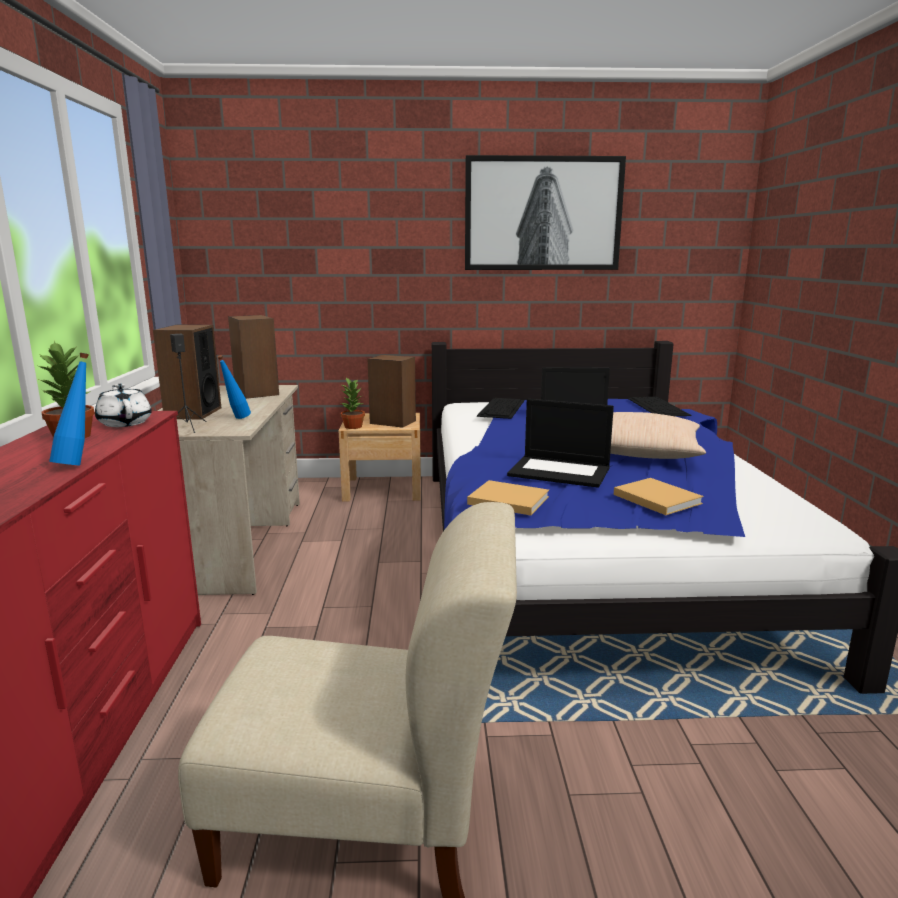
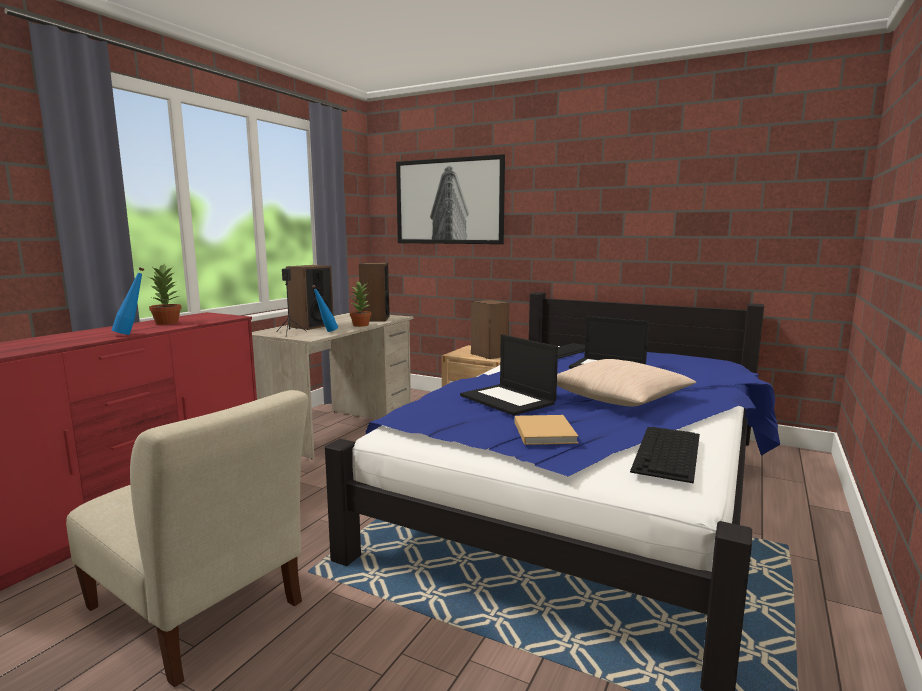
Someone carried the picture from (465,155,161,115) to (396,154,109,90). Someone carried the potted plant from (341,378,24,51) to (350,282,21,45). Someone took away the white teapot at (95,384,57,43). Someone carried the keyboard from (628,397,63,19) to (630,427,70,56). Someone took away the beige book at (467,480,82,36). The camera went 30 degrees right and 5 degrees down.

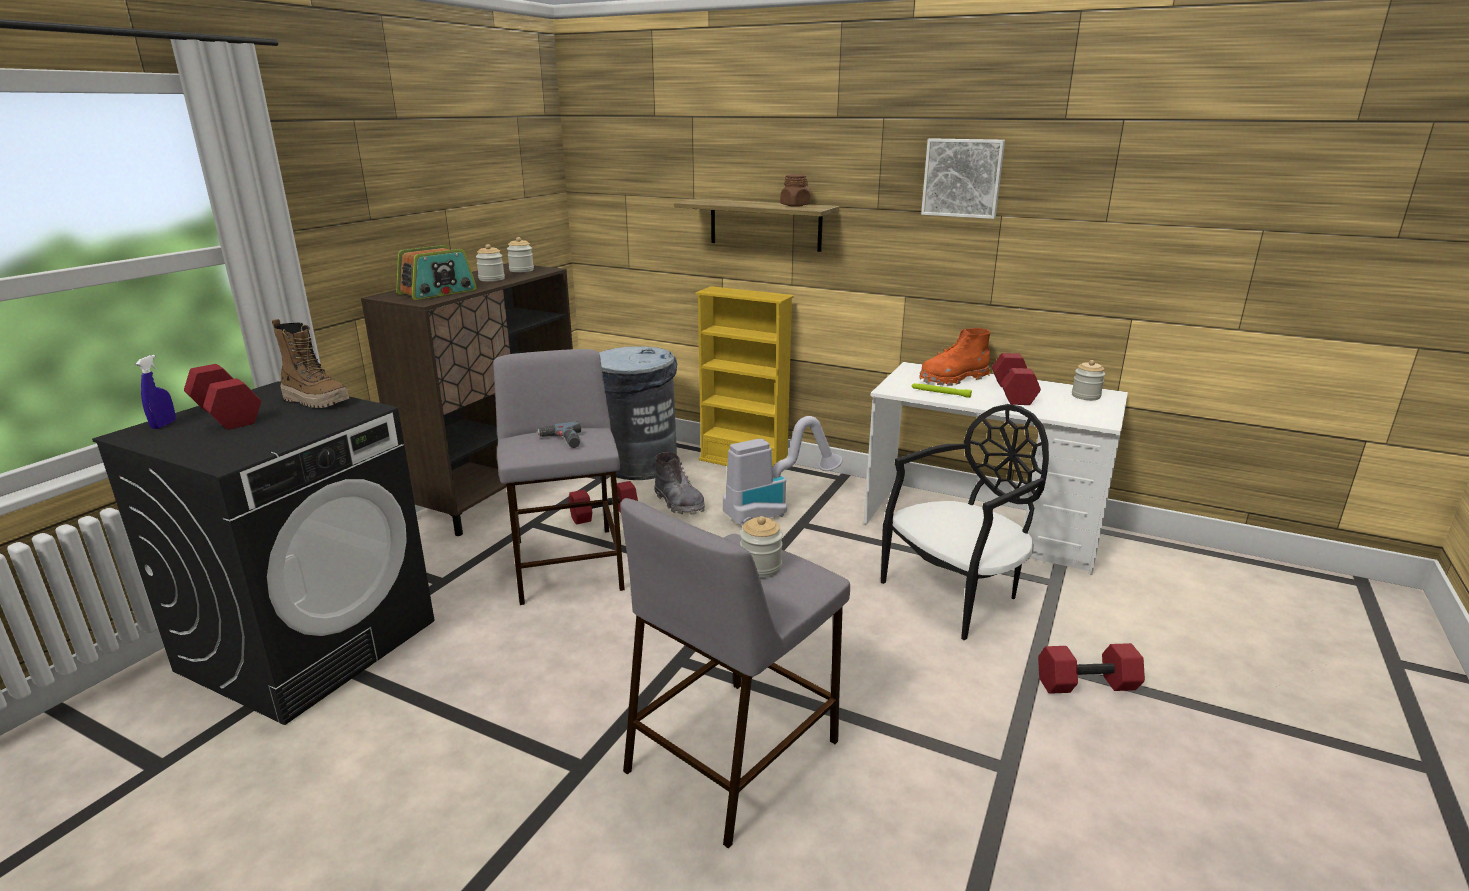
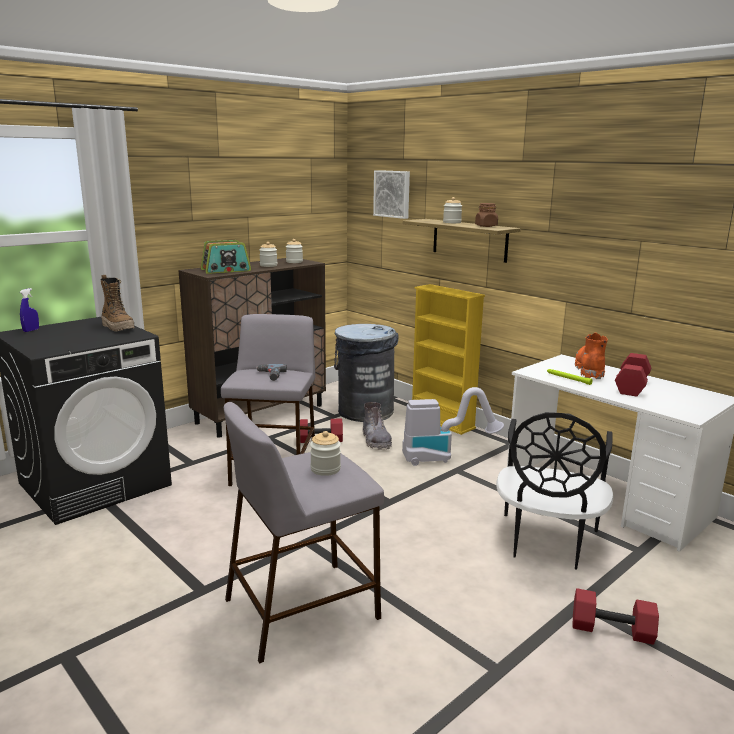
Someone carried the picture from (921,138,84,81) to (373,170,37,49). Someone rotated the orange boot at (919,328,71,58) by 105 degrees clockwise. Someone carried the jar from (1072,360,33,40) to (443,197,19,26). Someone took away the red dumbbell at (184,364,77,66). Someone rotated the black chair at (881,404,168,236) by 120 degrees clockwise. The camera went 20 degrees right and 5 degrees down.

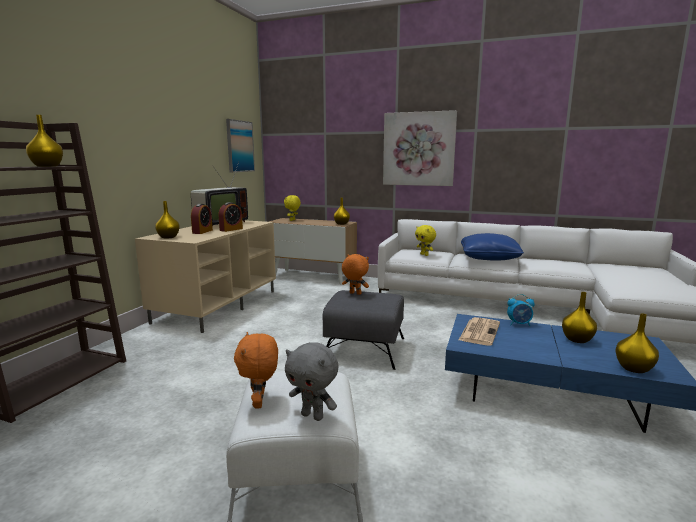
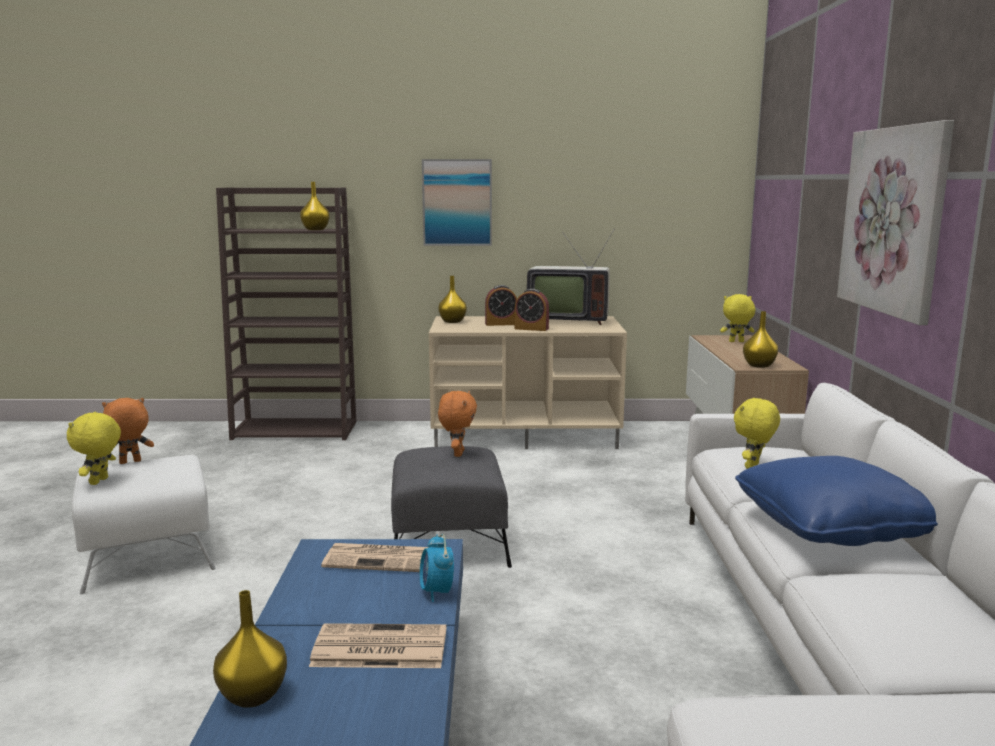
Someone carried the picture from (226,119,29,53) to (422,159,70,87). Someone swapped the yellow vase at (562,292,35,51) for the newspaper at (309,623,137,45). Someone repainted the grey plush toy at (285,342,53,79), which became the yellow plush toy at (67,412,54,73). The camera went 70 degrees right and 0 degrees up.

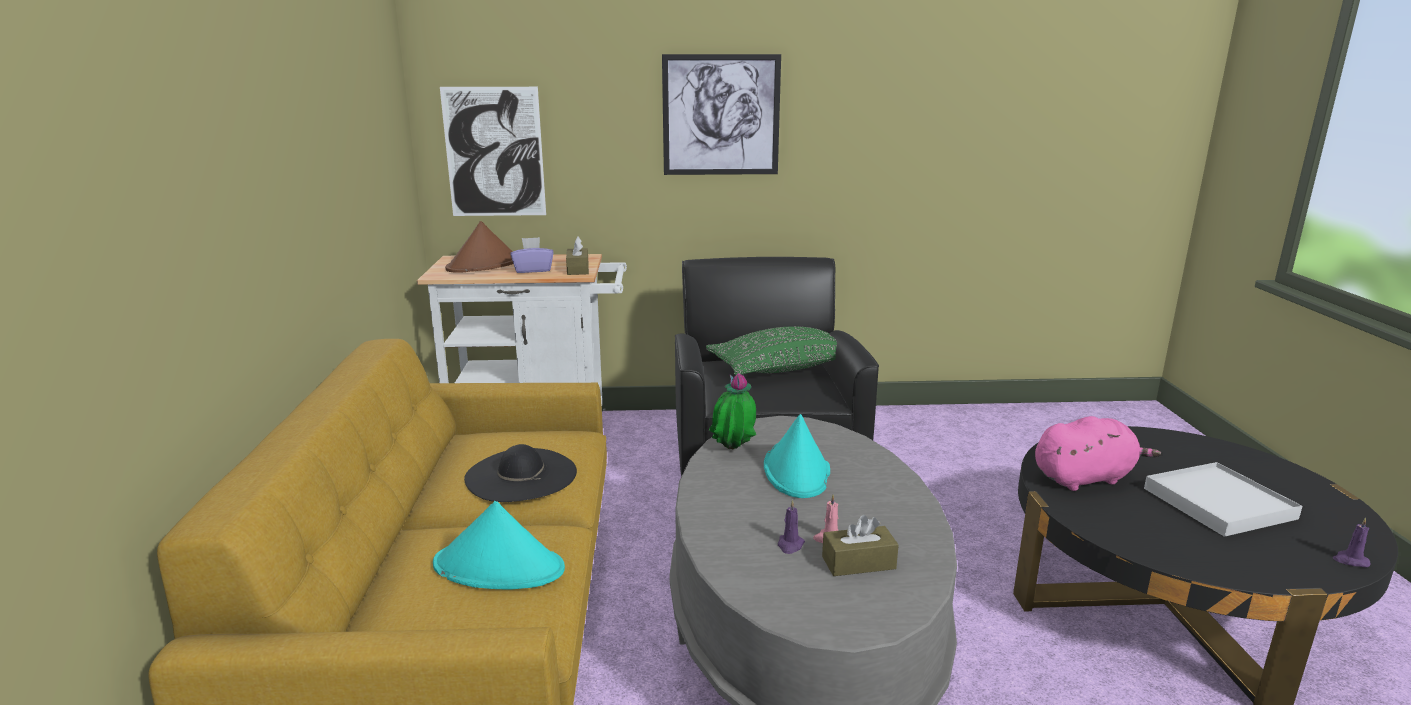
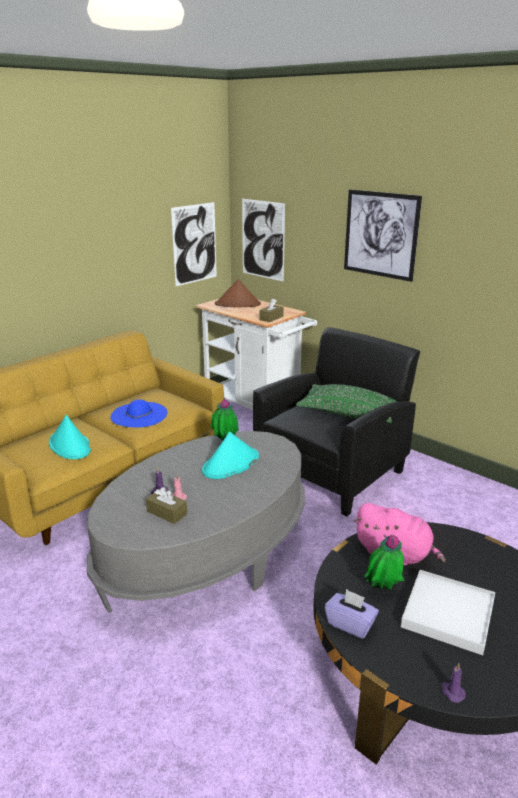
Someone carried the purple tissue box from (511,237,43,36) to (325,589,54,50). Someone repainted the black hat at (464,444,113,58), which became the blue hat at (110,399,57,29). Someone put up the picture at (171,202,46,84). Someone put down the potted plant at (364,535,40,55). The camera went 45 degrees right and 5 degrees up.

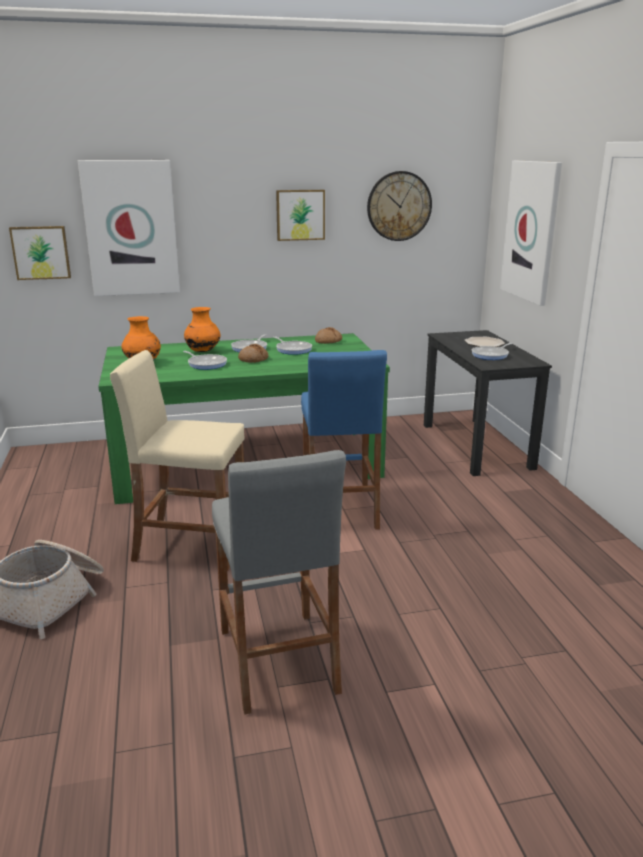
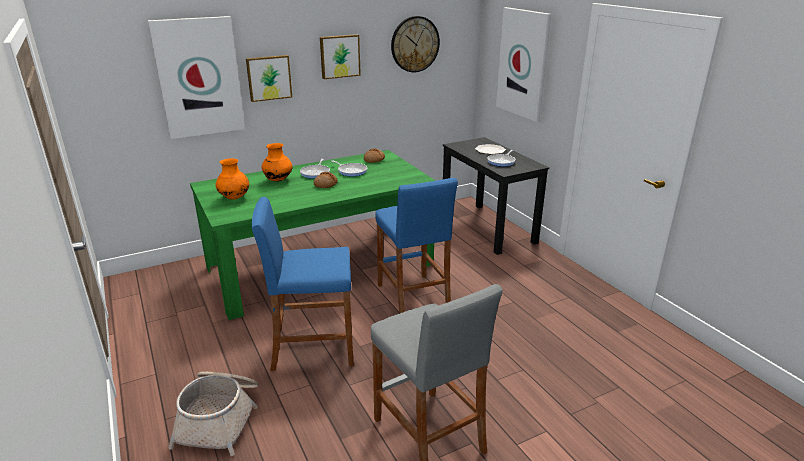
Someone carried the picture from (9,226,62,54) to (246,55,46,47). Someone repainted the beige stool at (110,350,135,221), which became the blue stool at (252,197,102,174). Someone took away the frying pan at (183,351,44,19). The camera went 15 degrees left and 5 degrees up.

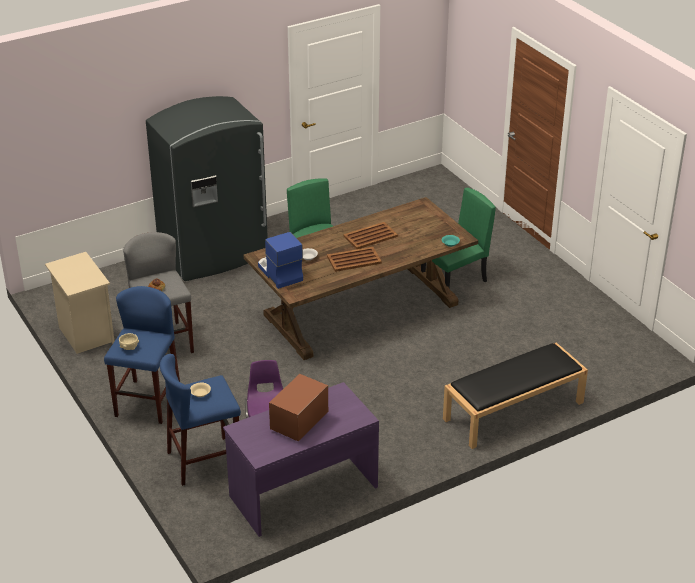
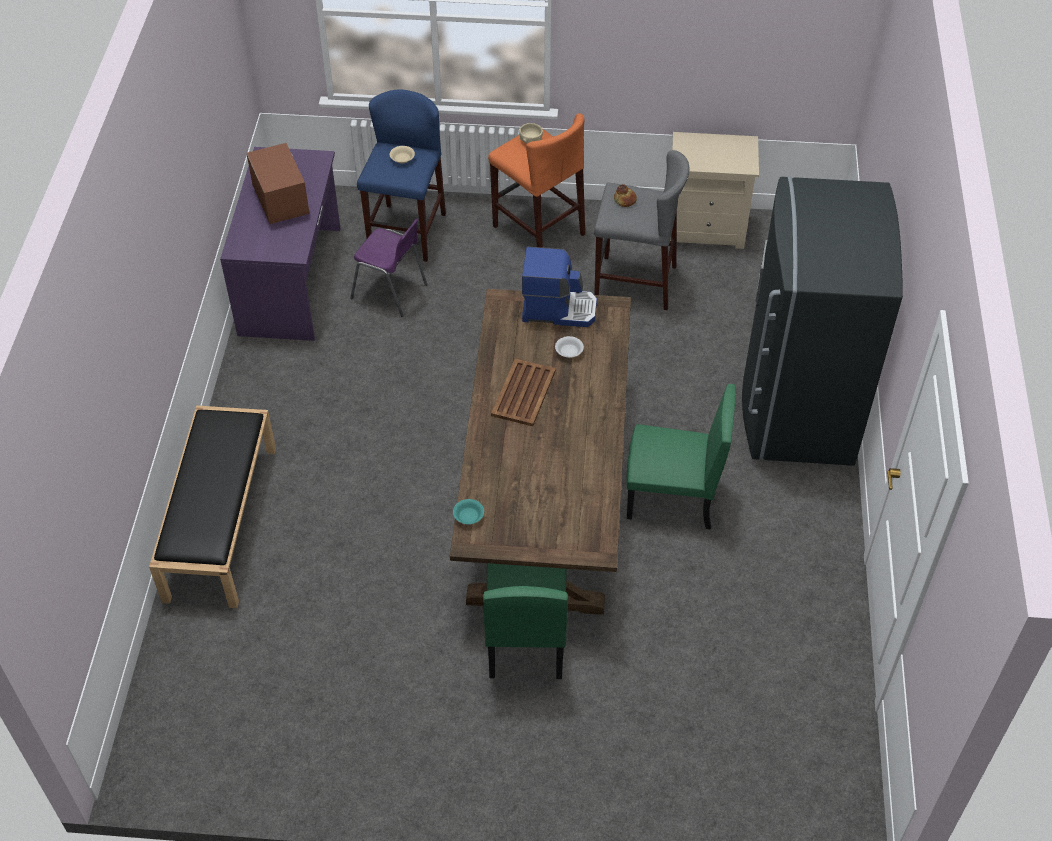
Someone took away the brown tray at (343,222,55,27). Someone repainted the blue stool at (104,286,76,138), which became the orange stool at (488,113,97,135). The camera went 125 degrees right and 15 degrees up.

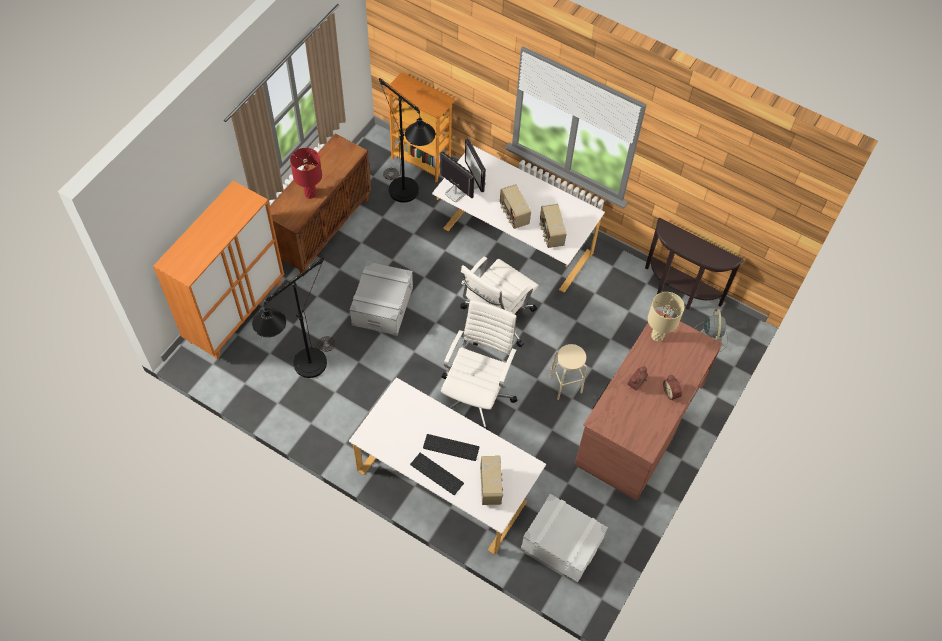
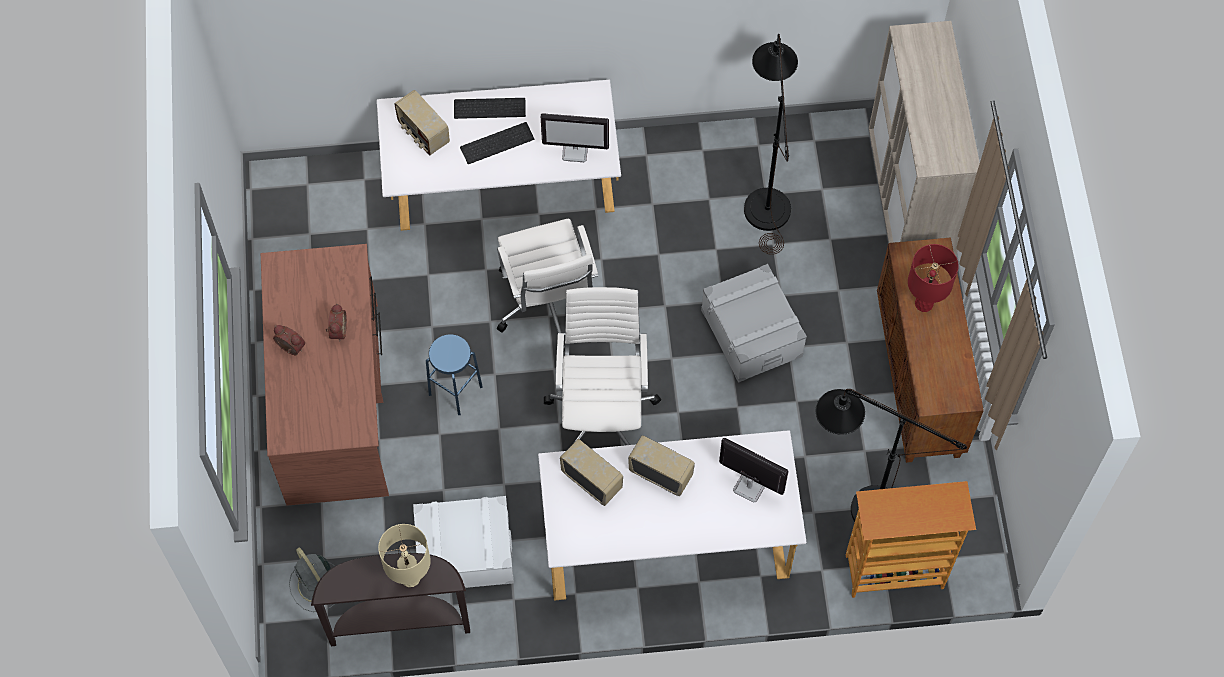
Someone carried the monitor from (440,151,35,51) to (541,113,68,49). Someone repainted the orange cabinet at (153,181,131,178), which became the beige cabinet at (869,21,111,234). Someone carried the beige table lamp from (648,292,36,50) to (378,524,53,63). Someone repainted the beige stool at (549,344,38,56), which became the blue stool at (426,334,57,81). Someone carried the white storage box from (521,494,87,89) to (413,496,101,92). The camera went 145 degrees right and 5 degrees up.

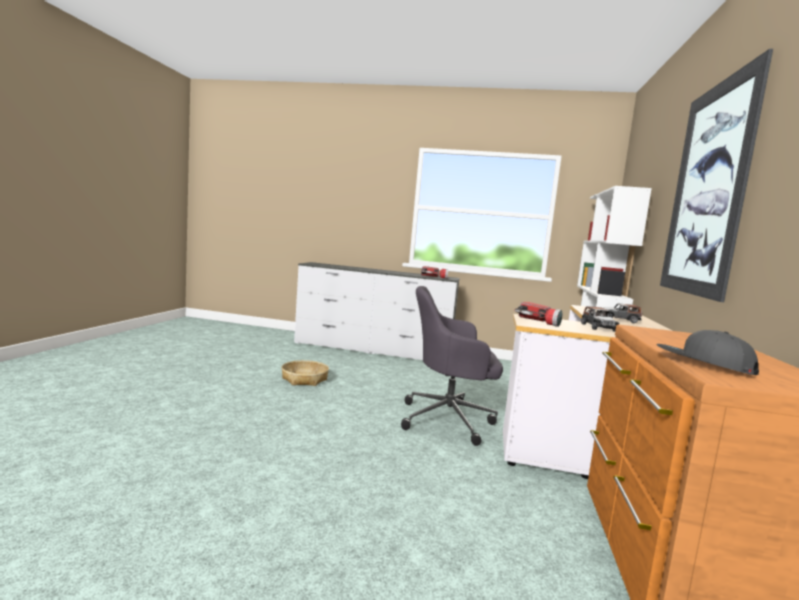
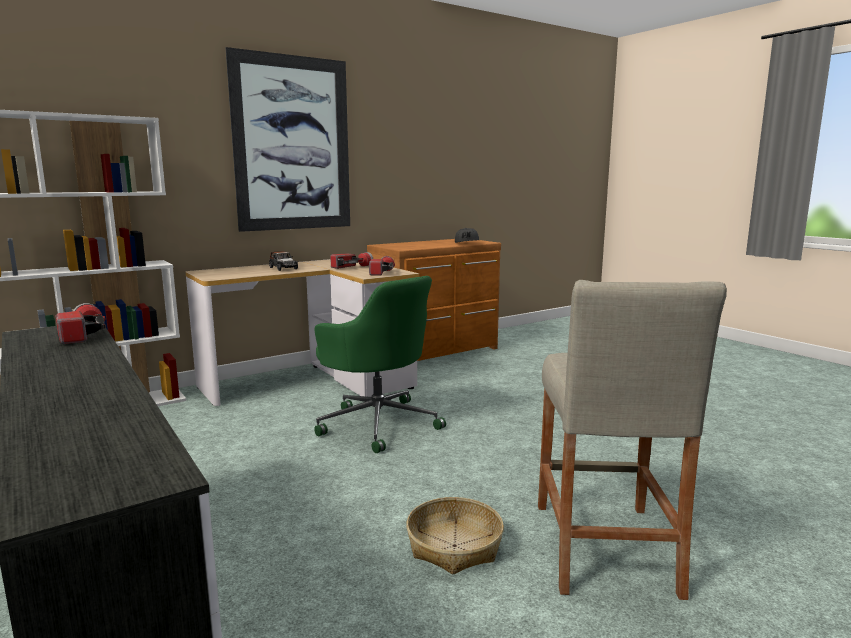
Someone repainted the grey office chair at (401,286,102,160), which became the green office chair at (314,276,132,177). Someone swapped the toy car at (581,306,38,25) for the flashlight at (330,252,43,17). Someone put down the beige stool at (538,280,189,320). The camera went 135 degrees left and 5 degrees up.

